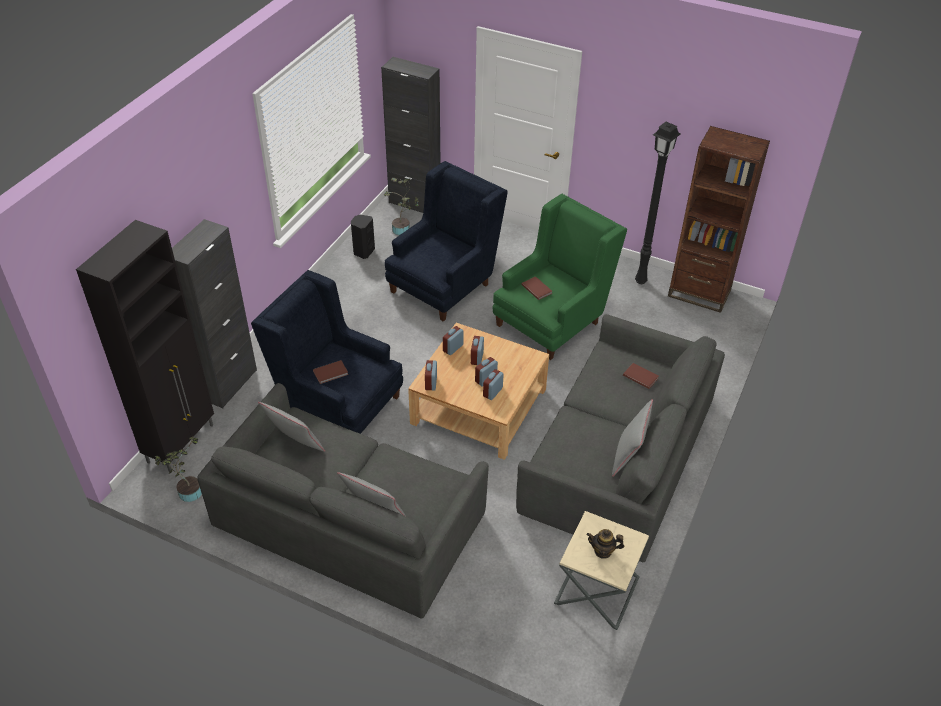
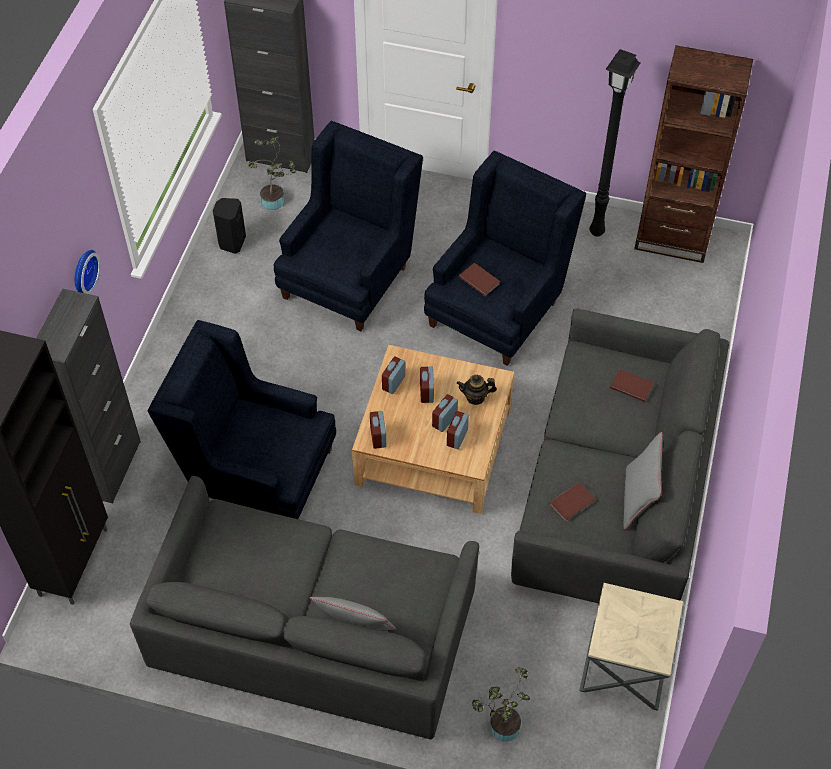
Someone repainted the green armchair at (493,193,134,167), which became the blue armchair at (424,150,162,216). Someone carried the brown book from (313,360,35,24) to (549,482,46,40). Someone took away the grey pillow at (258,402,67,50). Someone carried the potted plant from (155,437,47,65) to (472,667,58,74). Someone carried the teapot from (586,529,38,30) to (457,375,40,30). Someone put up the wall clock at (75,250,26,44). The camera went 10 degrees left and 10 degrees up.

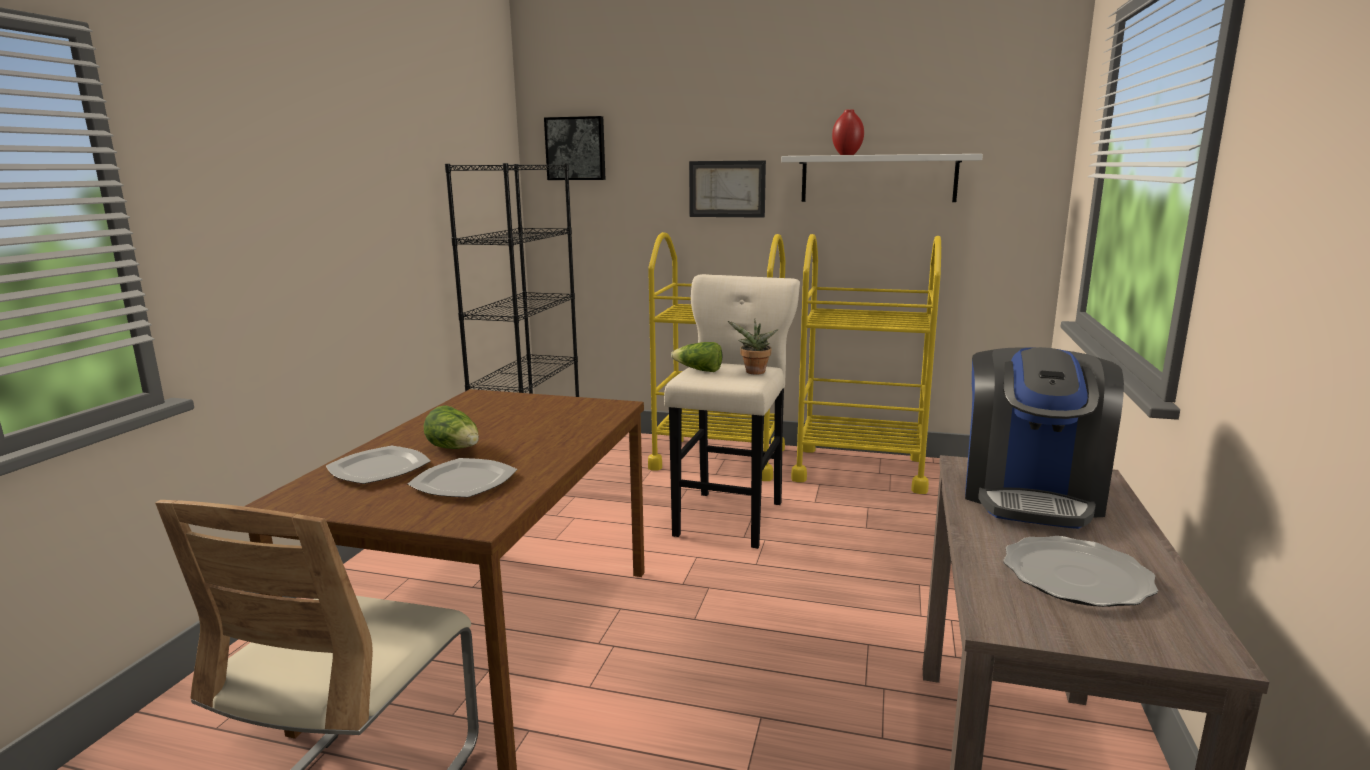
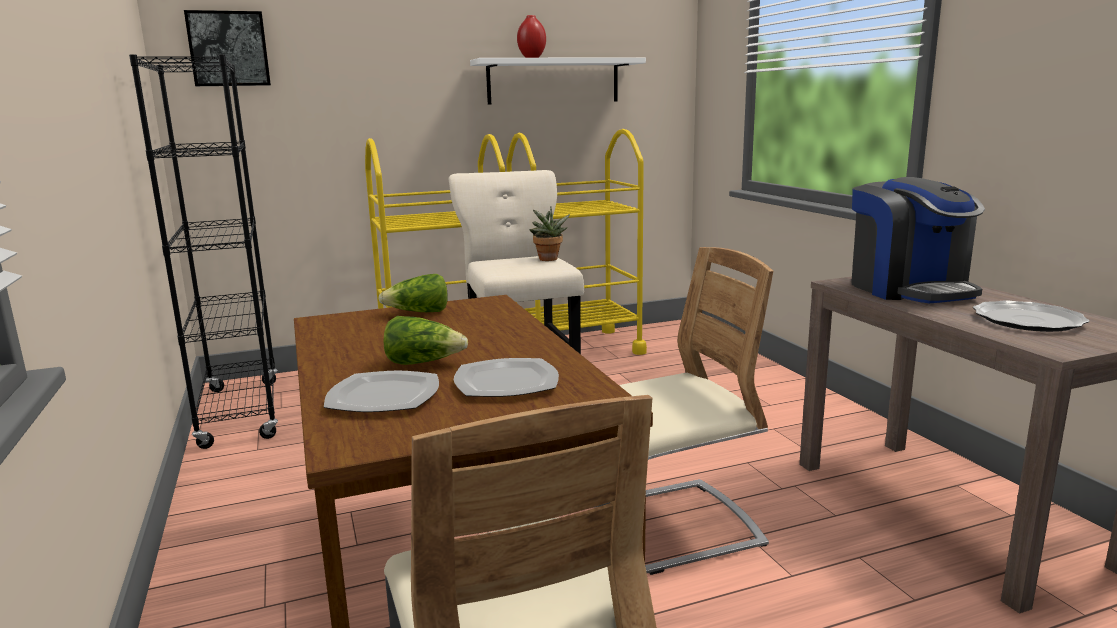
Someone took away the picture at (689,160,77,58). Someone carried the lettuce from (671,342,51,30) to (378,274,70,38). Someone put down the beige chair at (593,247,180,328). The camera went 35 degrees left and 0 degrees up.

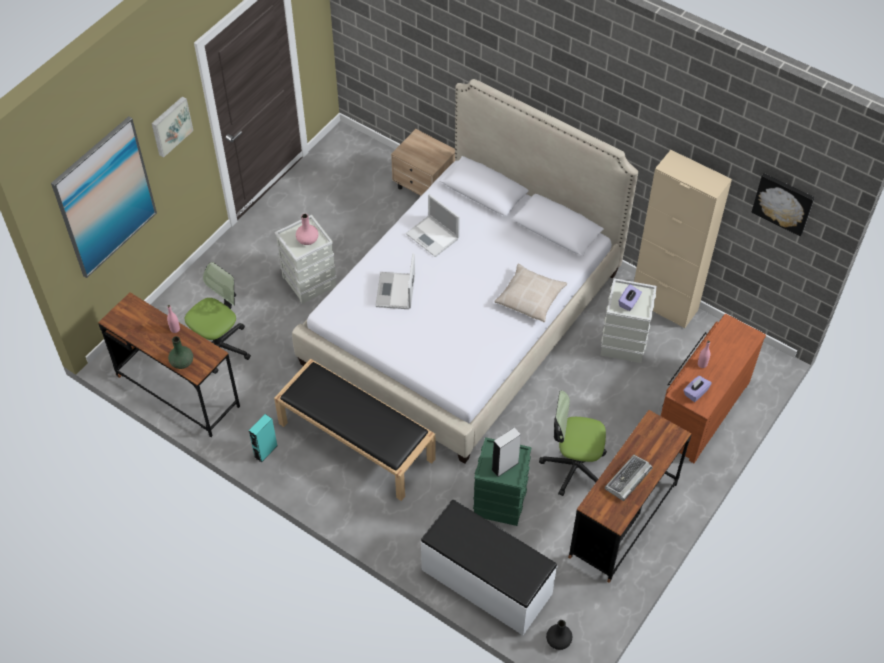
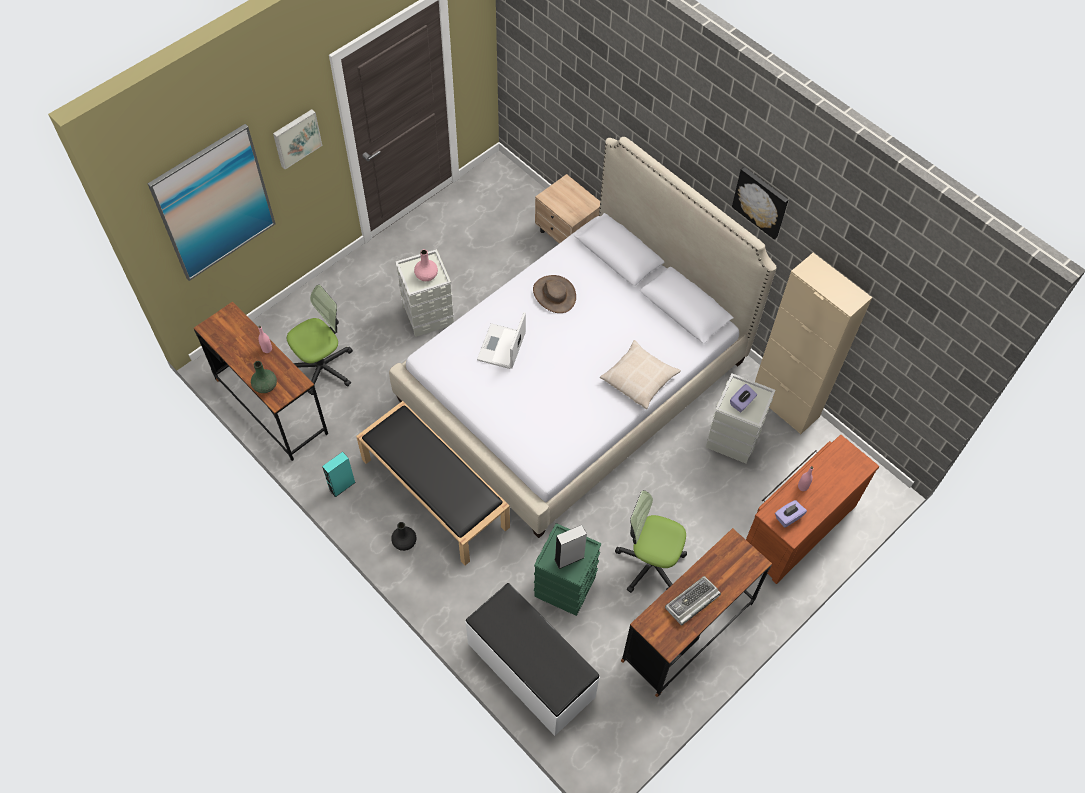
Someone carried the picture from (751,173,64,63) to (732,167,56,73). Someone swapped the laptop at (406,194,54,63) for the brown hat at (533,275,43,38). Someone carried the black vase from (546,620,26,30) to (391,522,26,29). The camera went 10 degrees right and 5 degrees up.

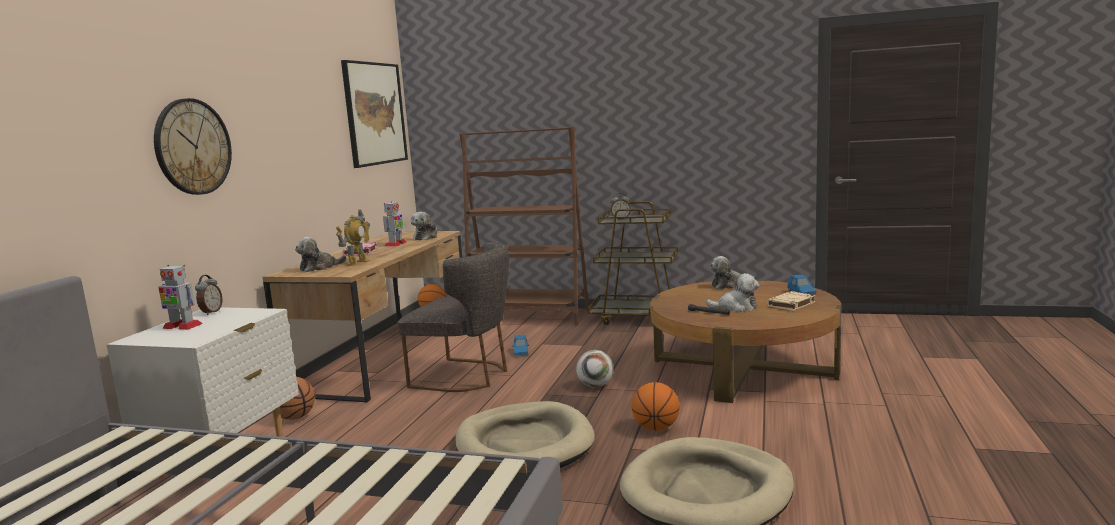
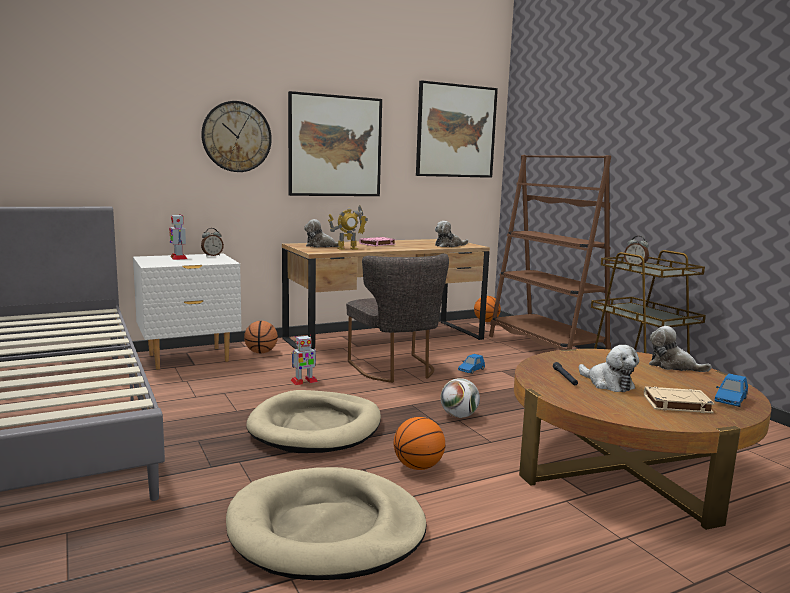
Someone carried the toy robot from (383,201,23,45) to (290,335,28,50). Someone put up the picture at (288,91,94,105). The camera went 45 degrees right and 0 degrees up.

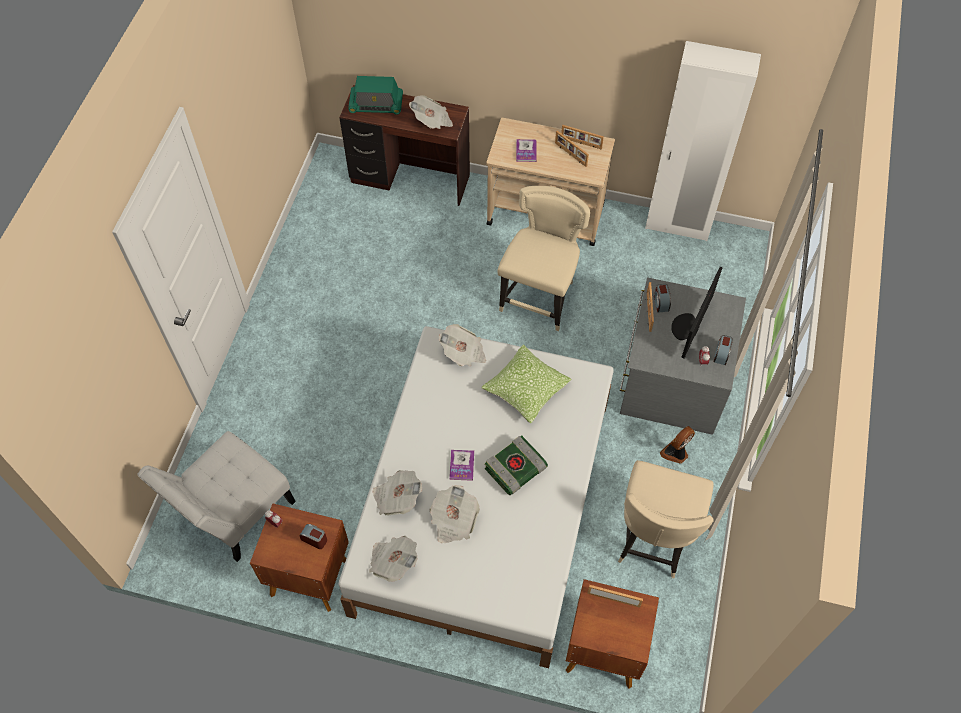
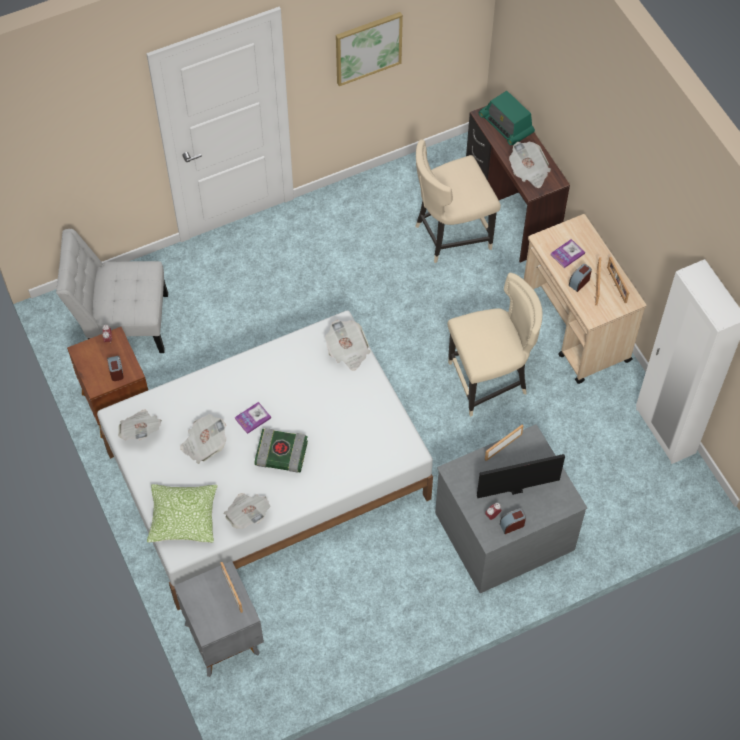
Someone carried the alarm clock from (654,284,17,29) to (569,264,23,28). Someone carried the pillow from (481,345,90,78) to (147,484,71,59). Someone took away the fan at (660,426,35,38). Someone carried the beige chair from (618,460,96,118) to (416,139,85,124). Someone carried the newspaper from (372,470,50,46) to (223,493,48,36). Someone repainted the brown nightstand at (566,579,93,110), which became the grey nightstand at (174,561,90,116). Someone put up the picture at (336,12,67,74). The camera went 50 degrees right and 0 degrees up.

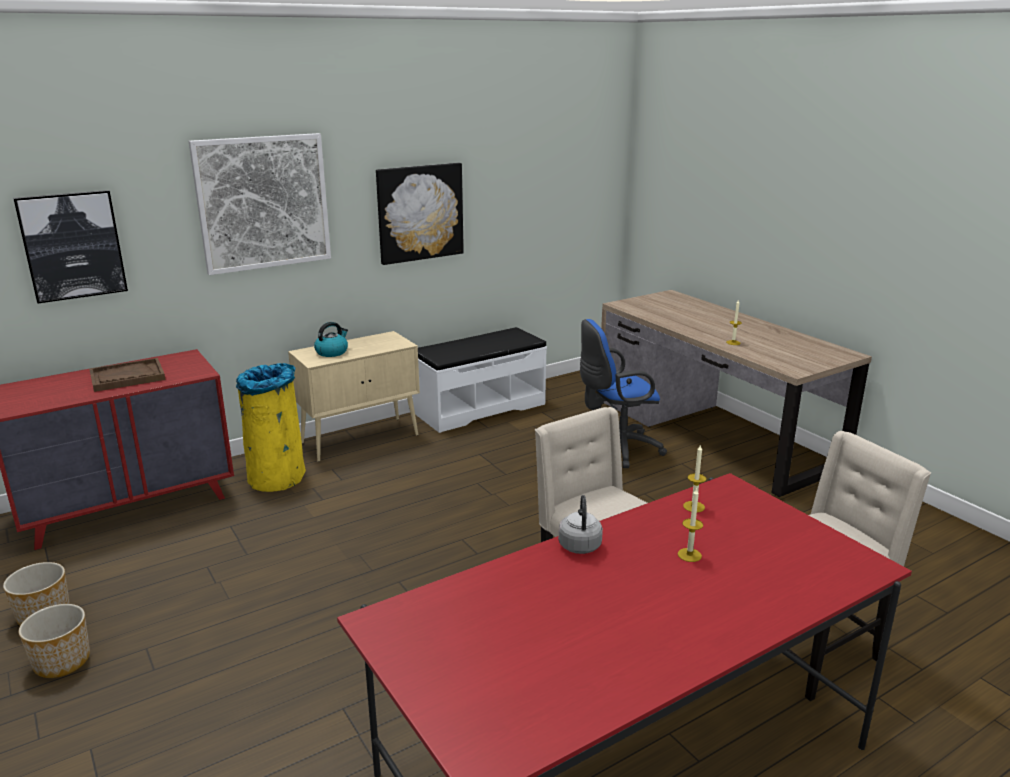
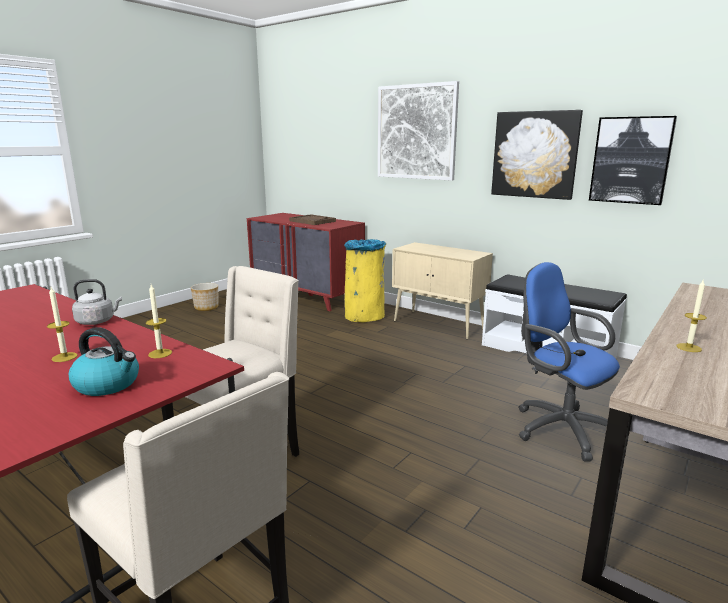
Someone carried the picture from (13,190,115,113) to (589,116,88,89). Someone carried the kettle from (314,322,34,35) to (69,327,70,69). Someone took away the planter at (19,604,71,74). The camera went 70 degrees right and 5 degrees down.

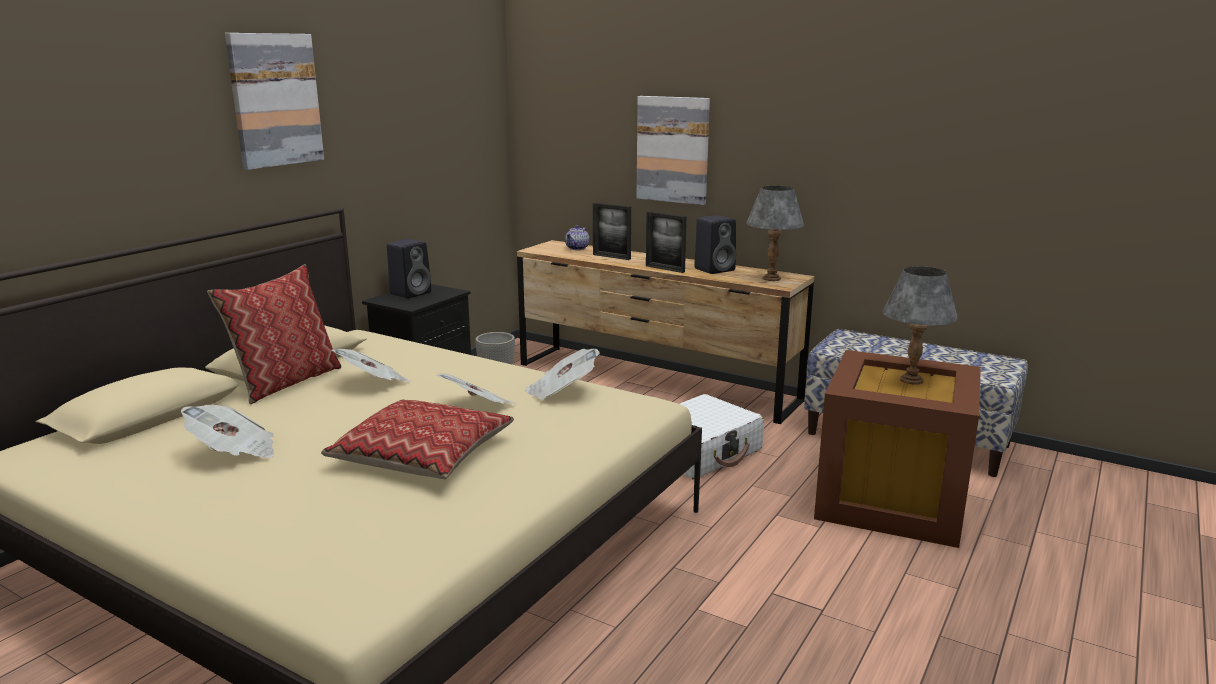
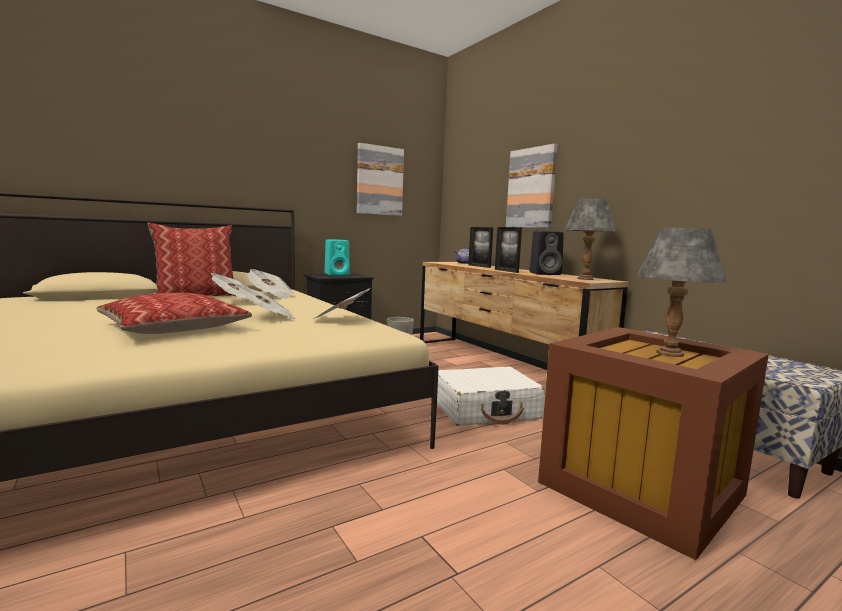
Someone carried the picture from (225,33,99,137) to (357,143,47,73). Someone repainted the black speaker at (387,239,44,59), which became the turquoise speaker at (325,239,25,37). Someone carried the newspaper from (181,405,93,53) to (247,269,47,30). The camera went 25 degrees right and 10 degrees down.

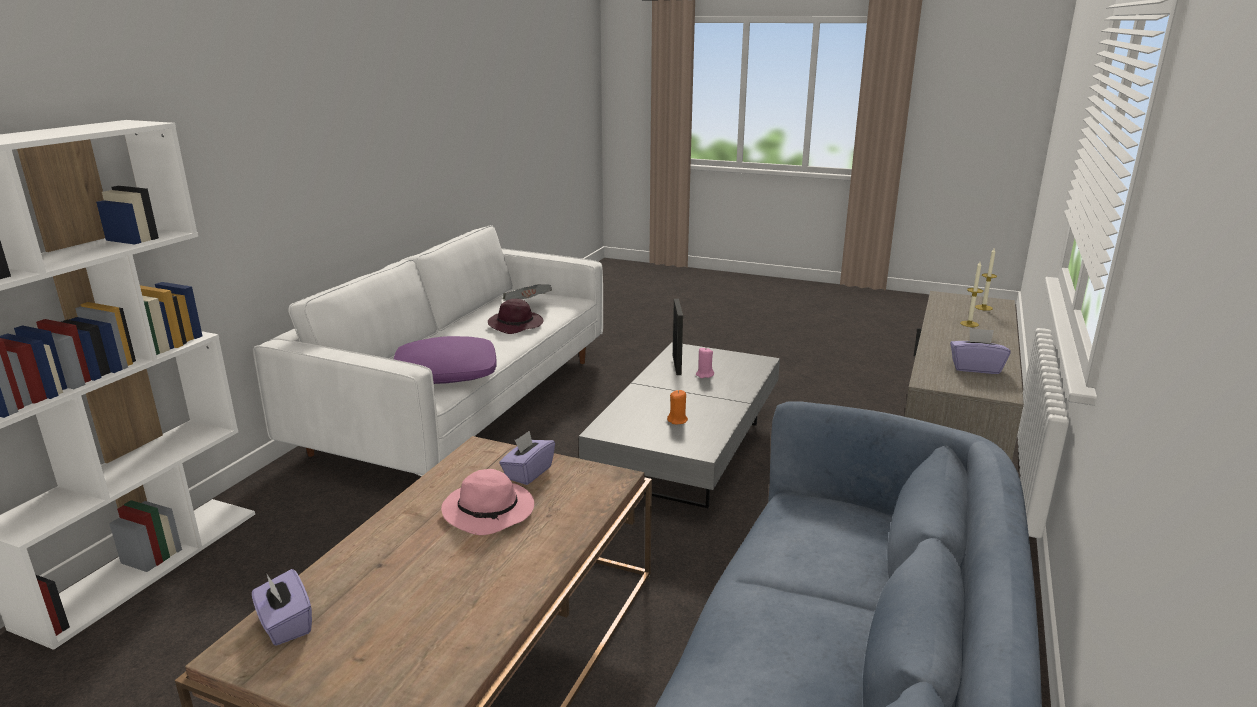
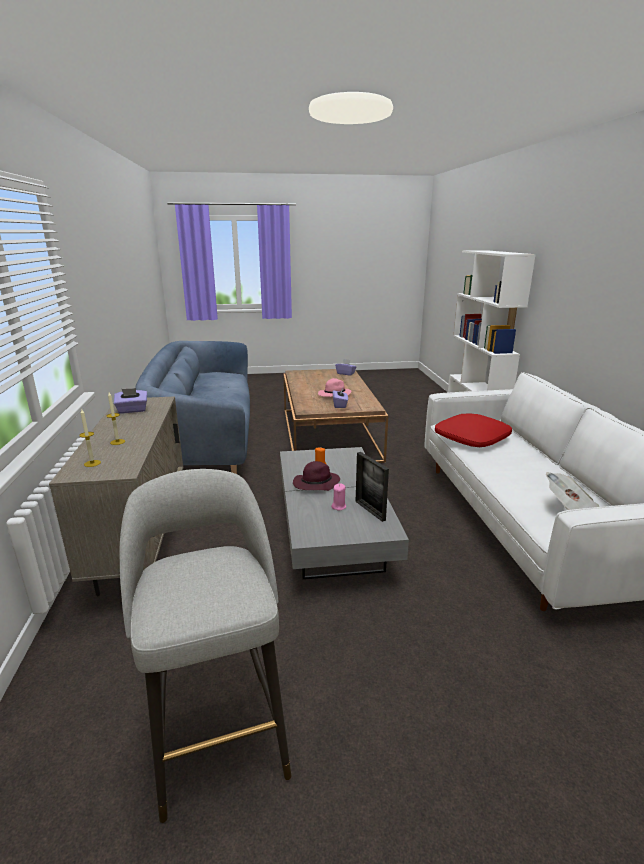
Someone carried the purple hat from (488,299,55,35) to (293,461,47,30). Someone repainted the purple pillow at (394,336,103,48), which became the red pillow at (435,414,77,33). Someone put down the grey stool at (120,469,172,354). The camera went 150 degrees right and 0 degrees up.

